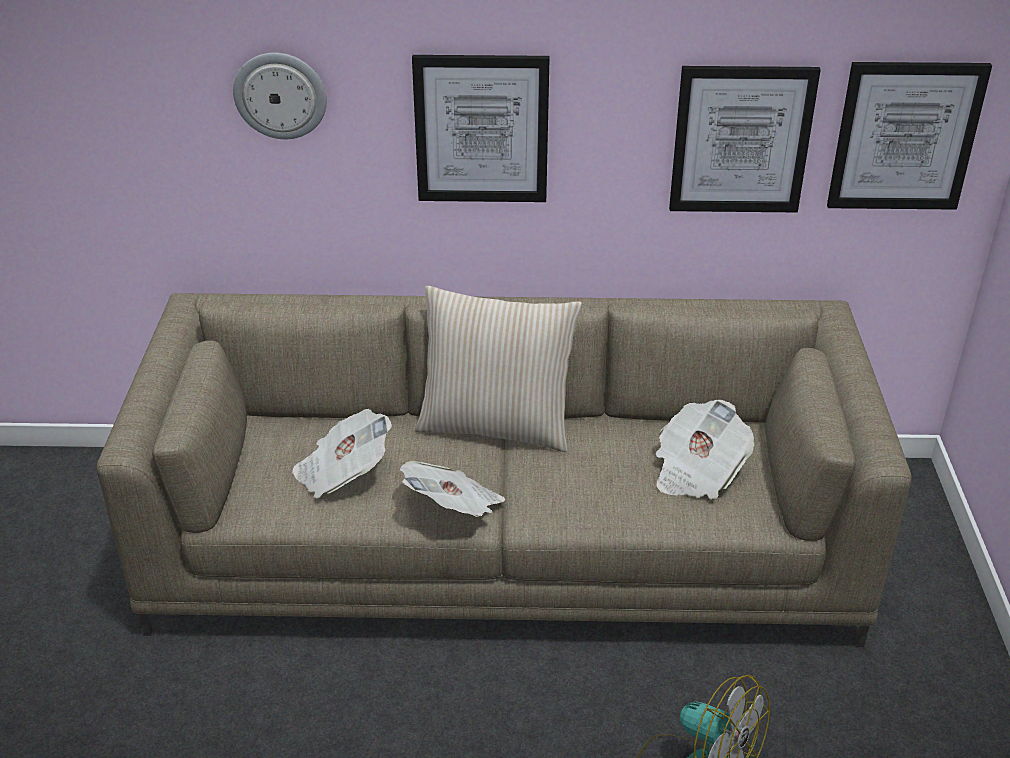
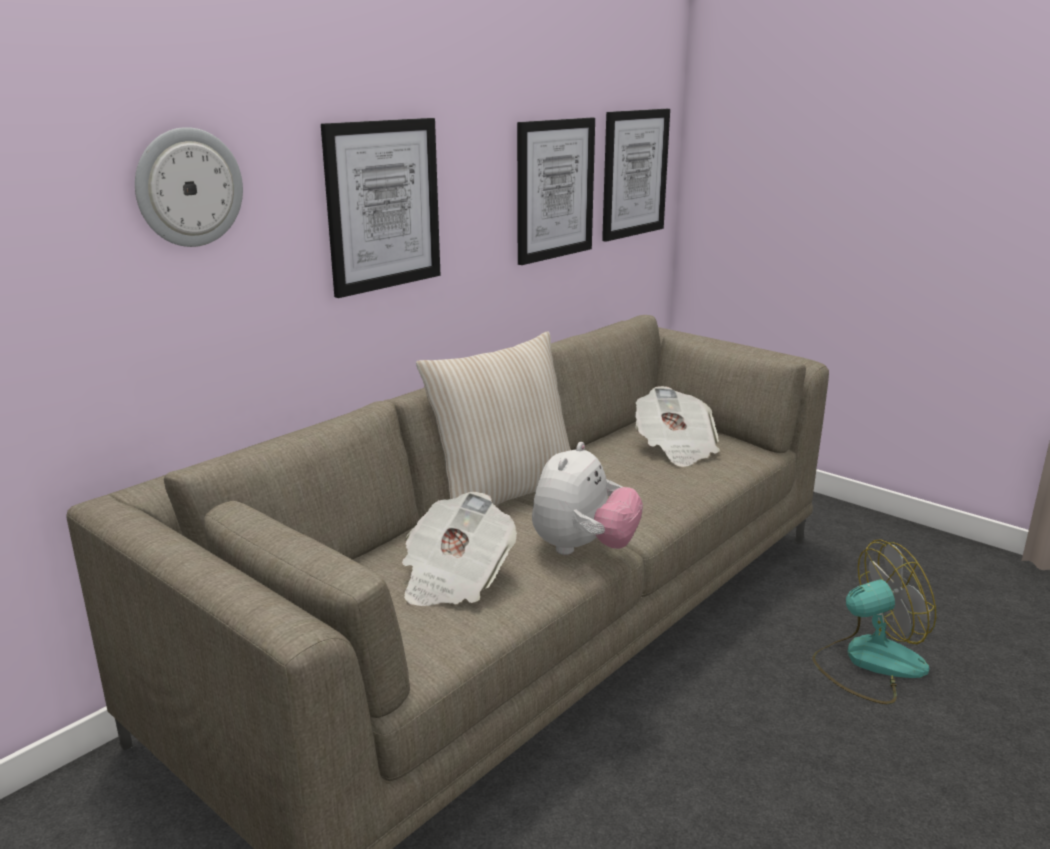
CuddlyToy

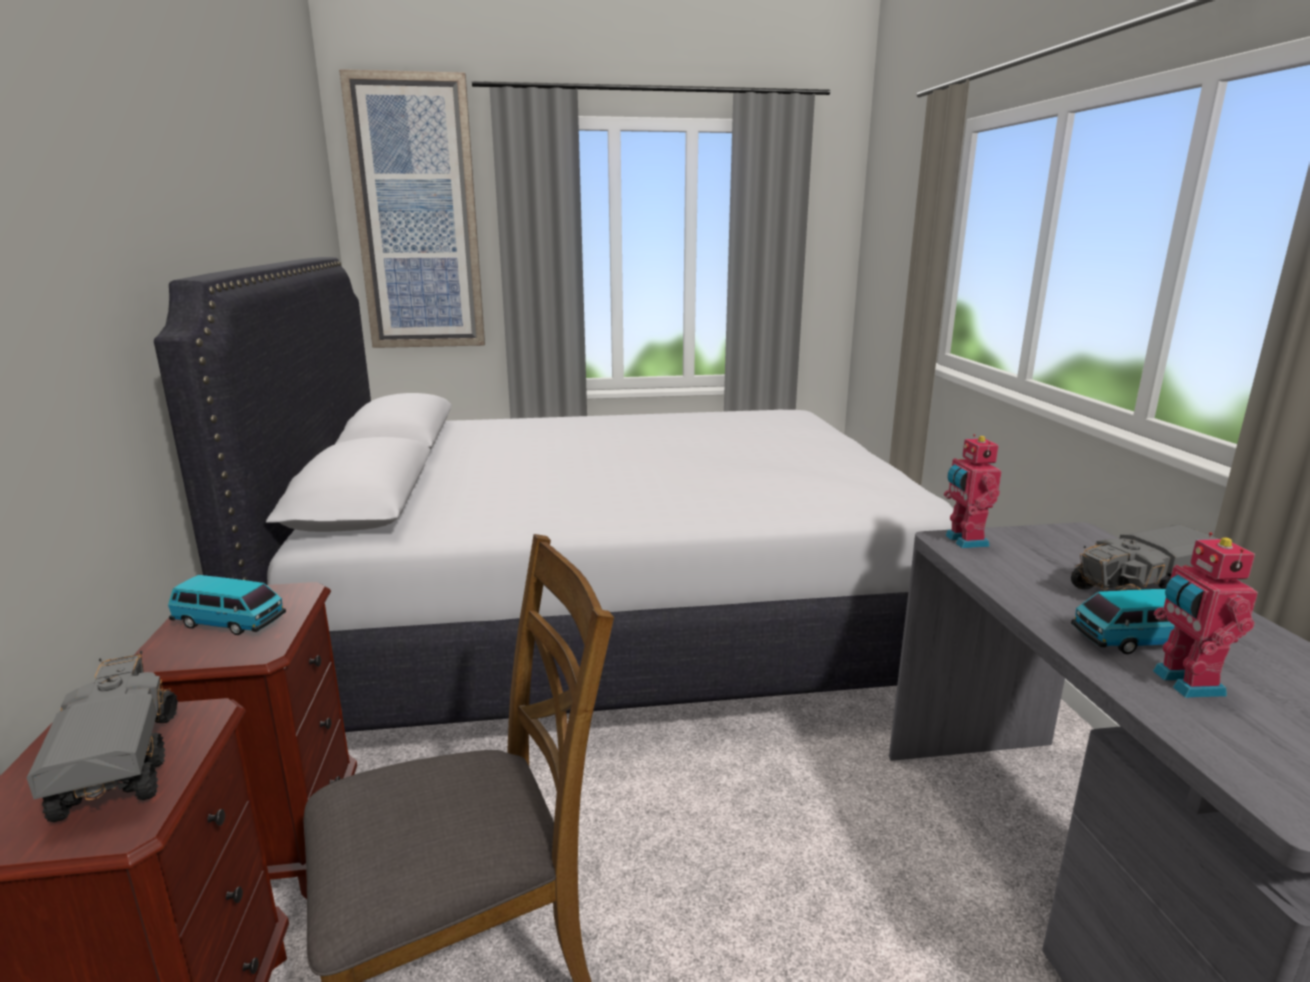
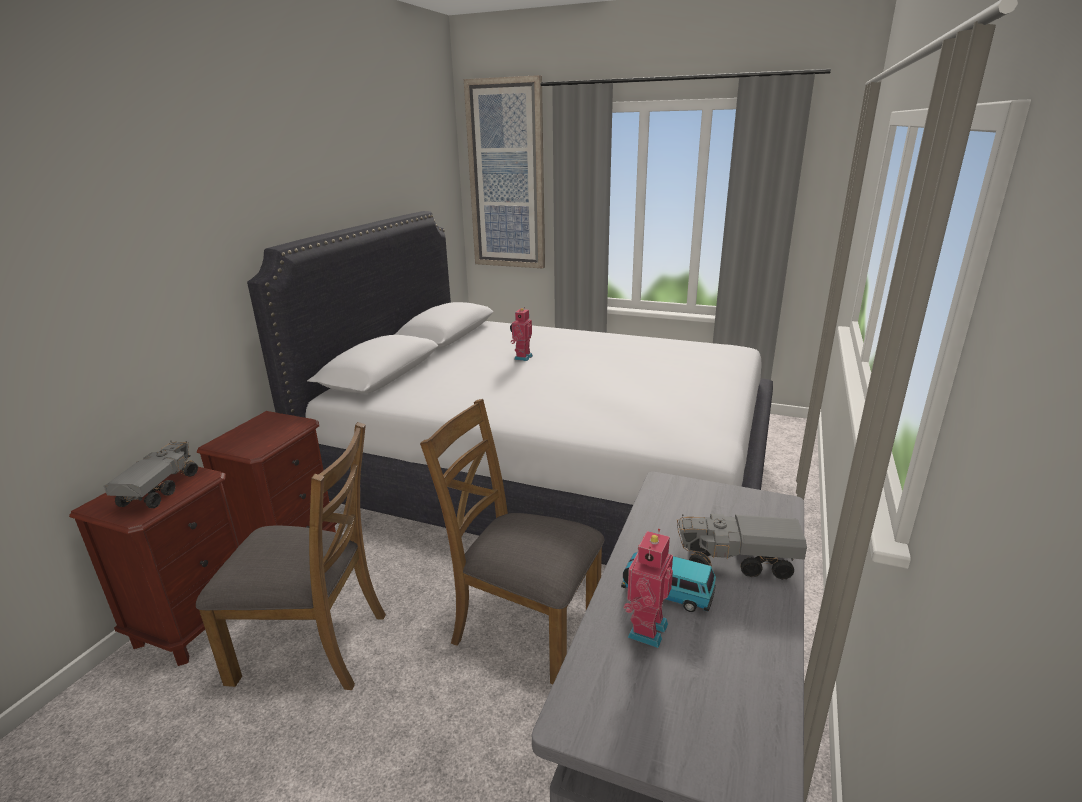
MiniatureCar (1st from left in the first image); ToyRobot (1st from left); BrownPlainChair (2nd from left)

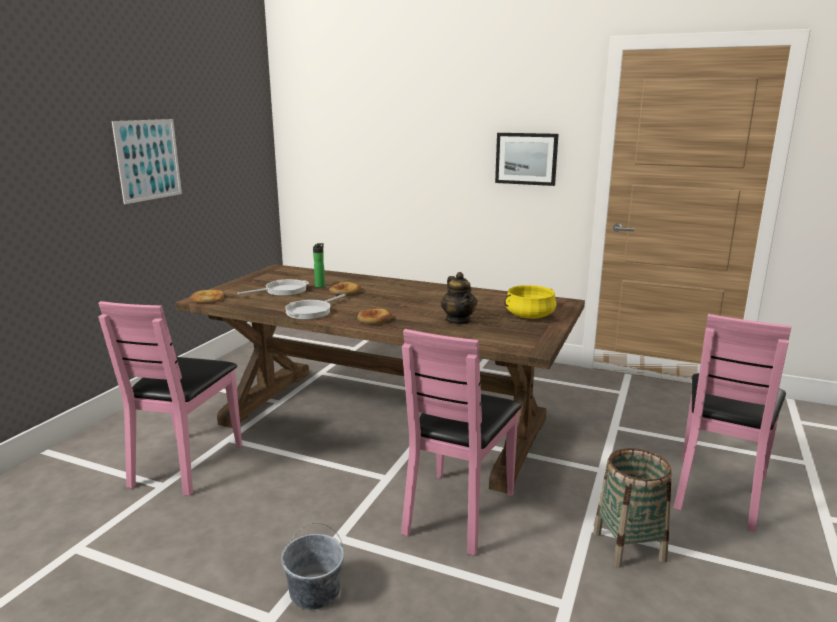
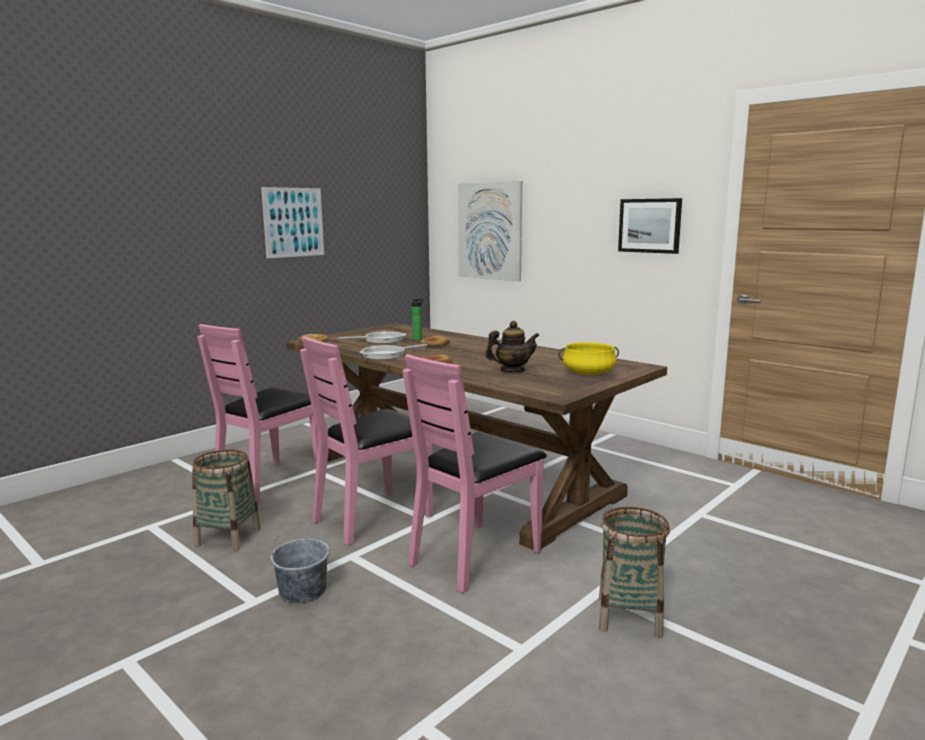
PotForTea; PinkColouredPlainChair (2nd from left); Basket (1st from left); WallPicture (2nd from left)

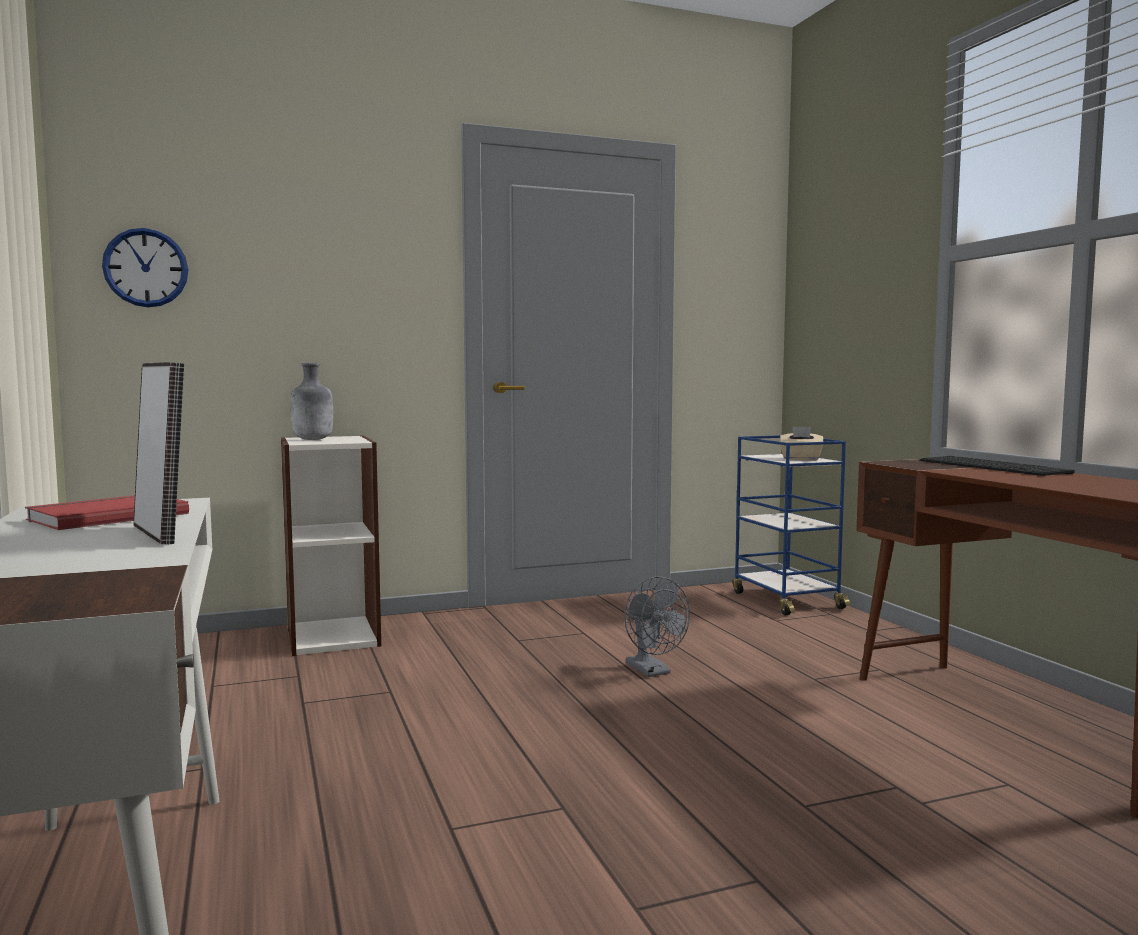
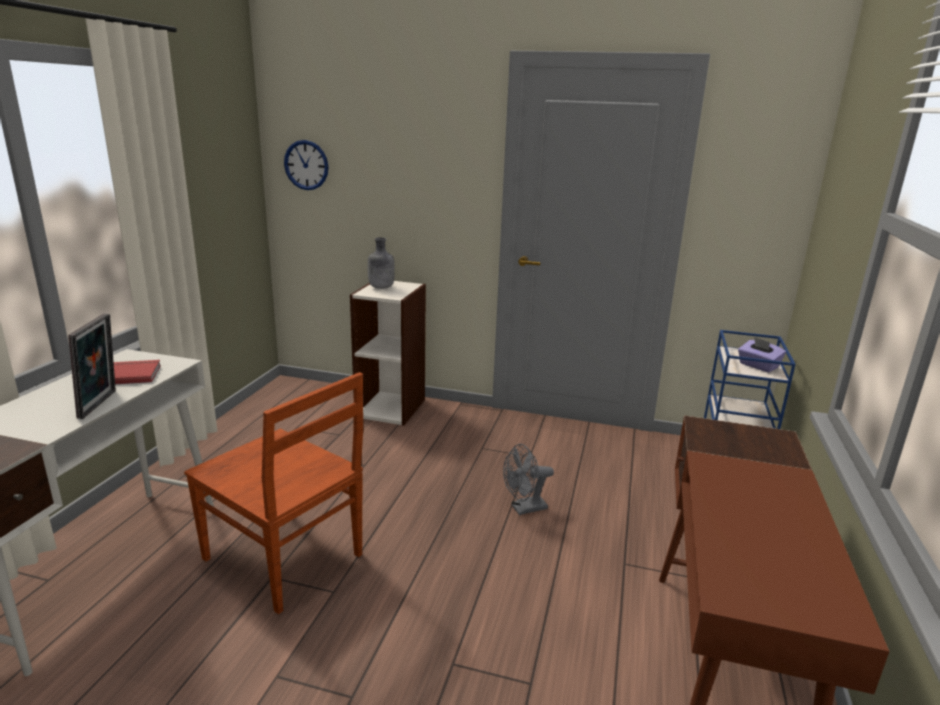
GreyishCoolingFan; PurplishTissueHolder; PcKeyboard; BrownPlainChair

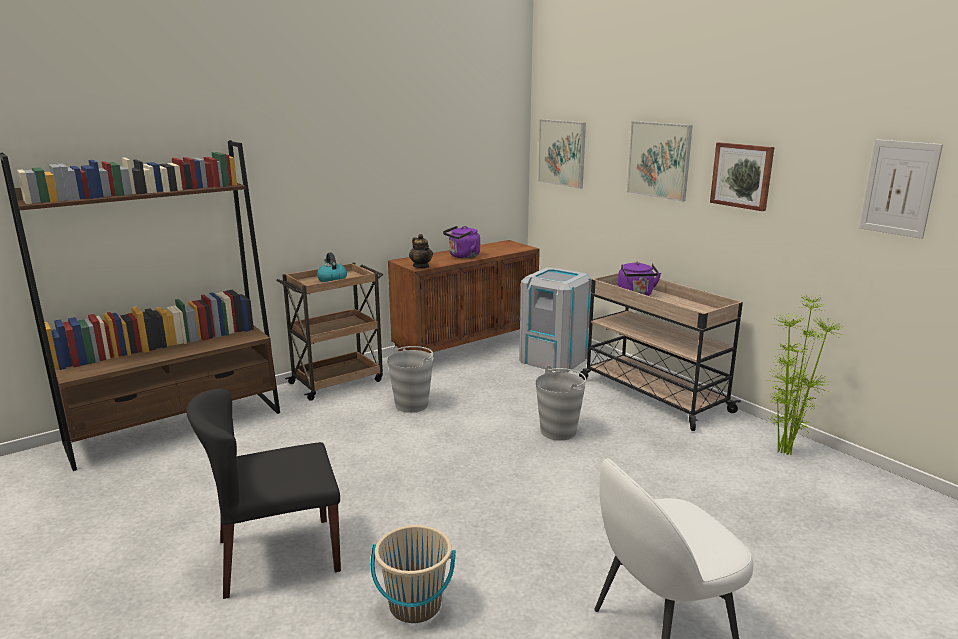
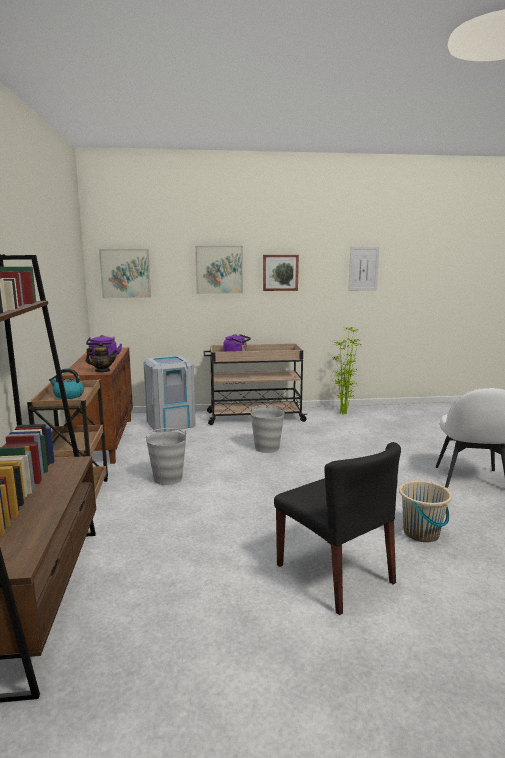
BlackPlainChair

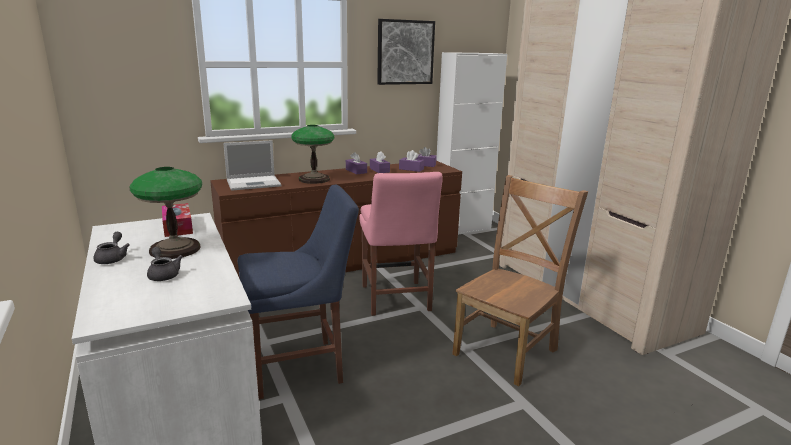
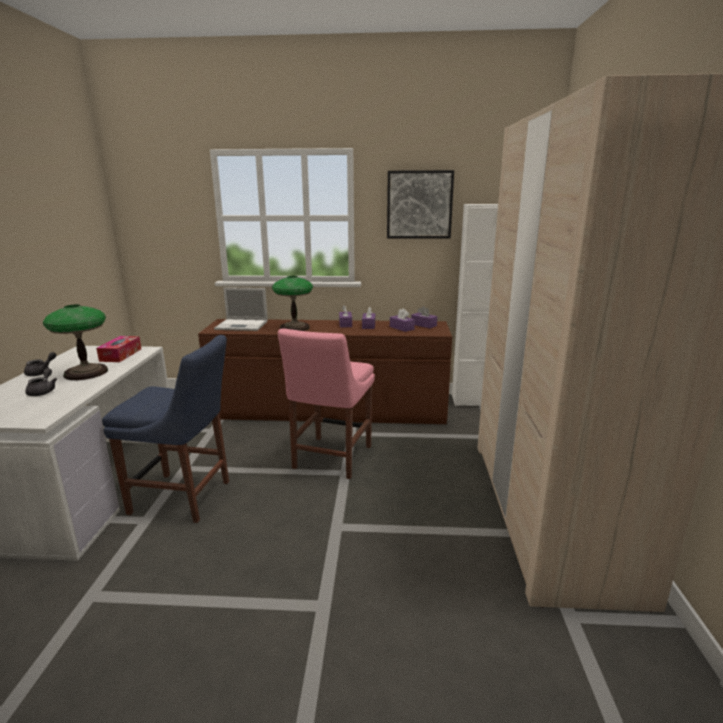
BrownPlainChair

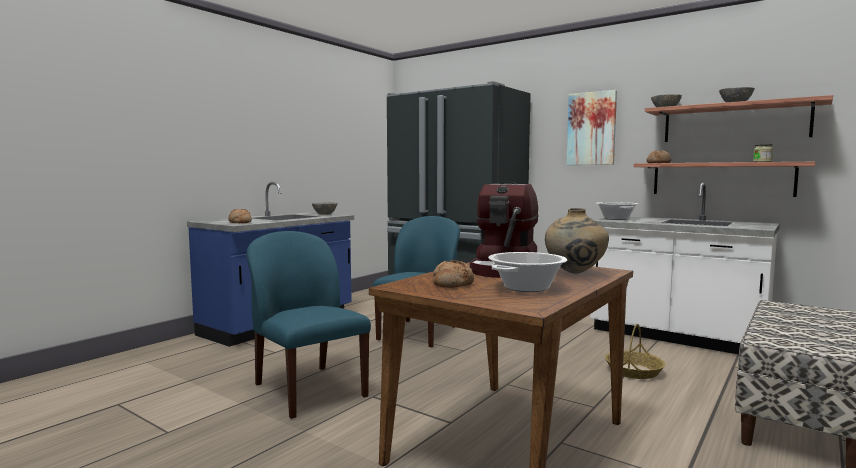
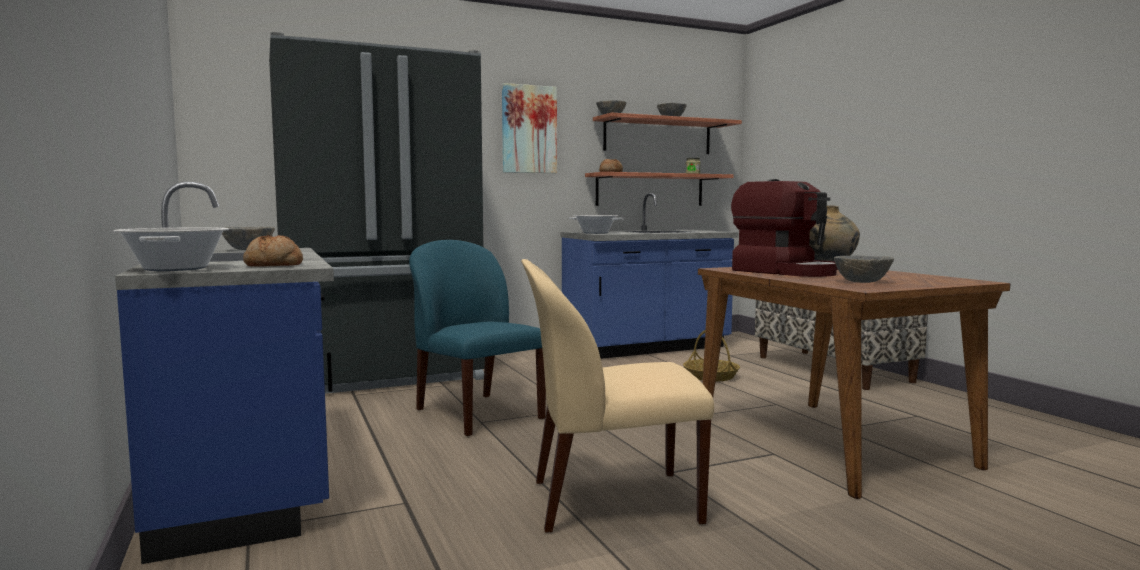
SandColouredPlainChair; GreyishServingBowl (4th from left); Stockpot (1st from left); BlueKitchenCounter (2nd from left)

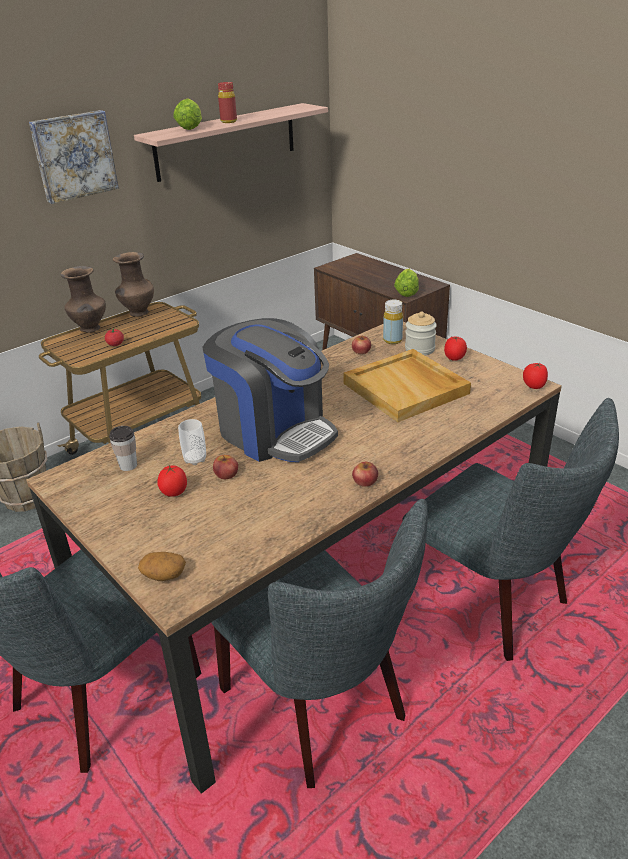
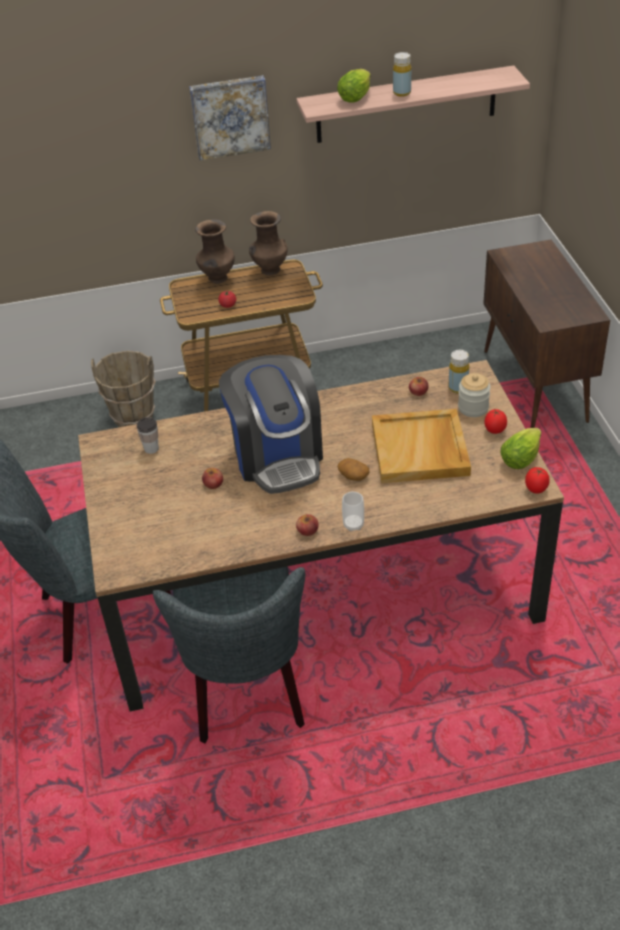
Spud; WholeTomato (2nd from left in the first image); SmallCup (2nd from left); YellowishBottle (1st from left); HeadOfLettuce (2nd from left); GreyishPlainChair (3rd from left in the first image)

